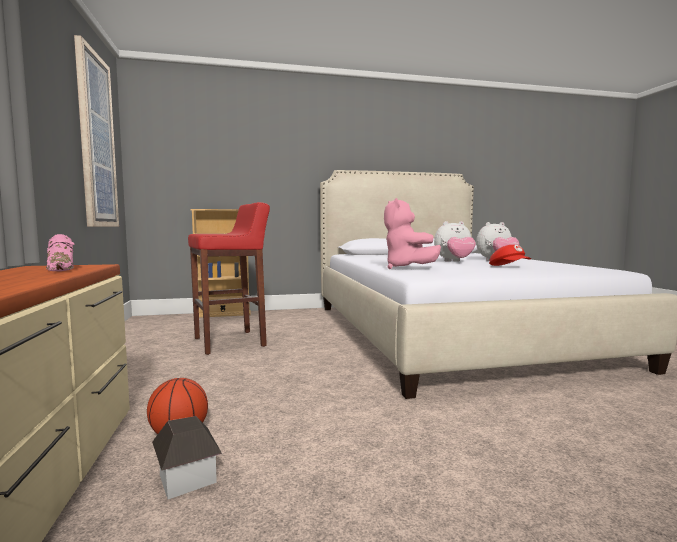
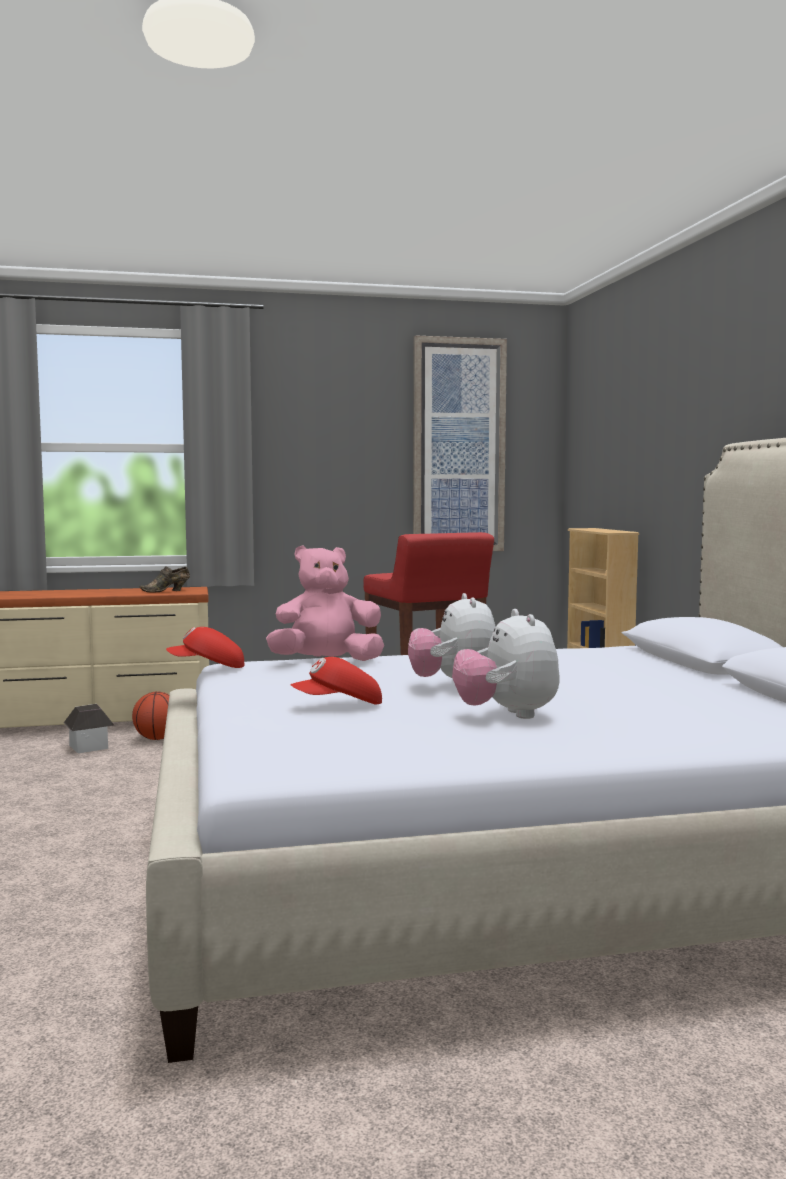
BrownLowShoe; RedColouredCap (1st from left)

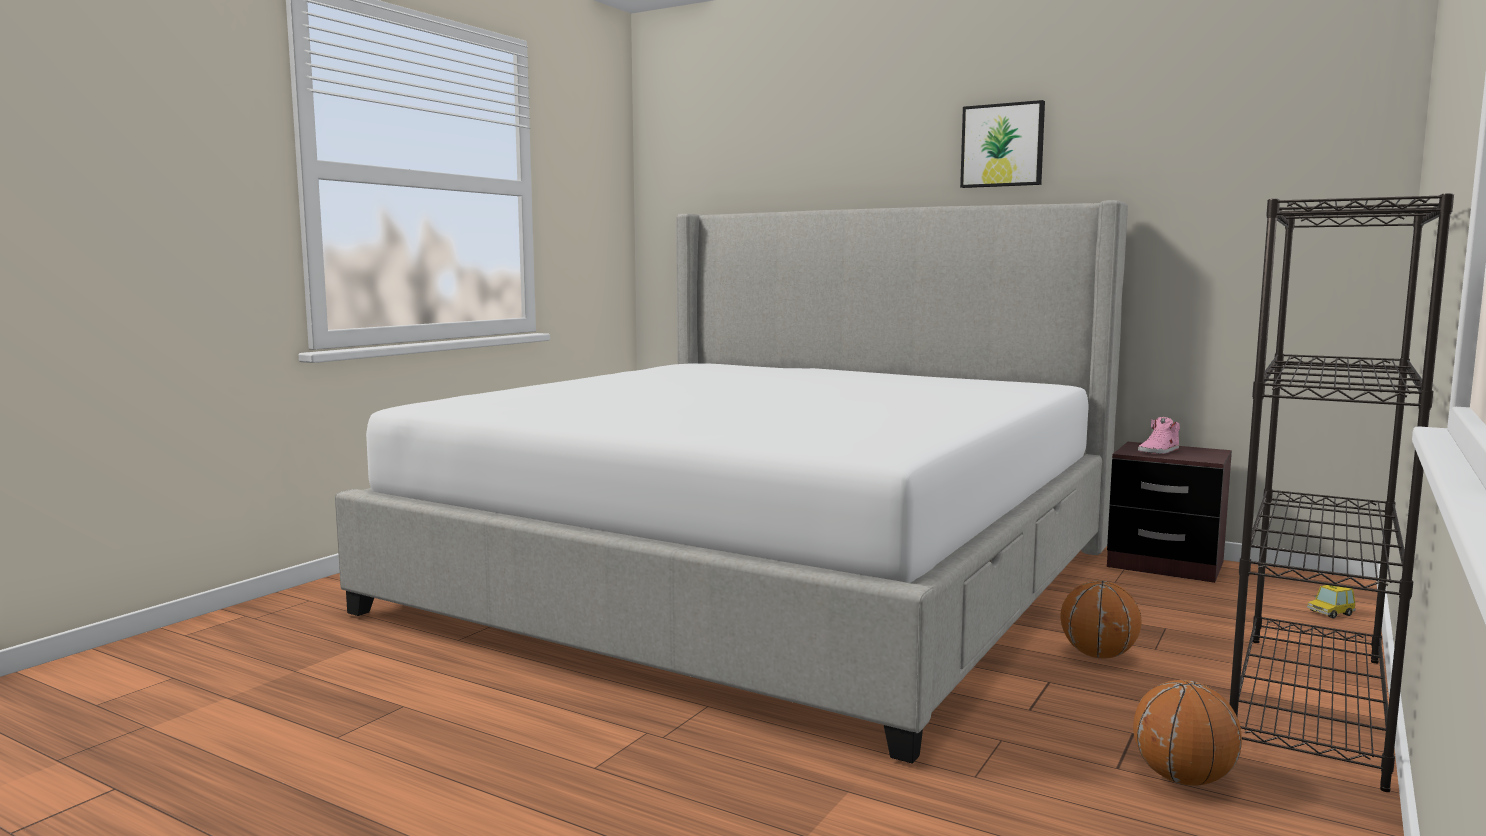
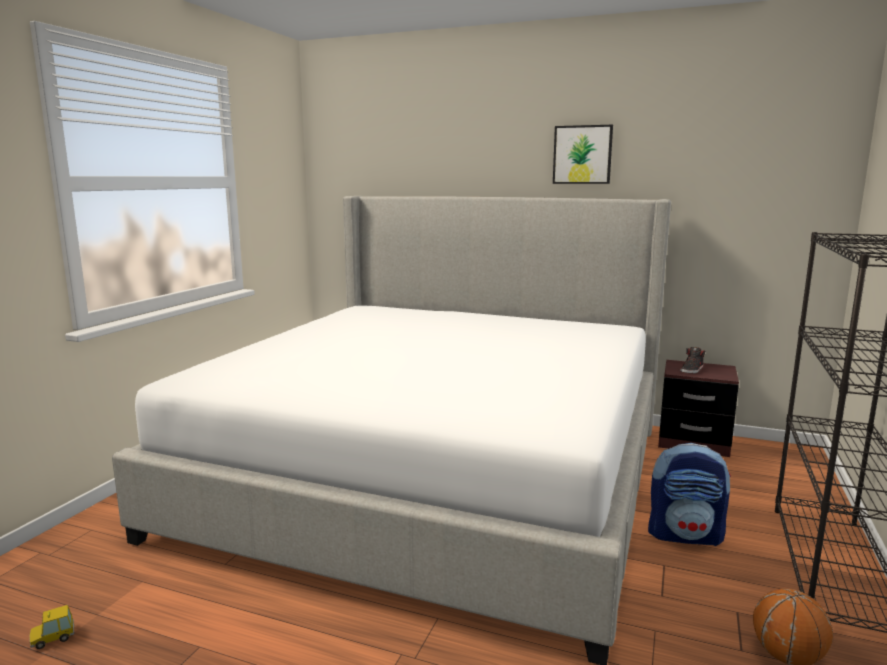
Rucksack; BlackLowShoe; MiniatureCar

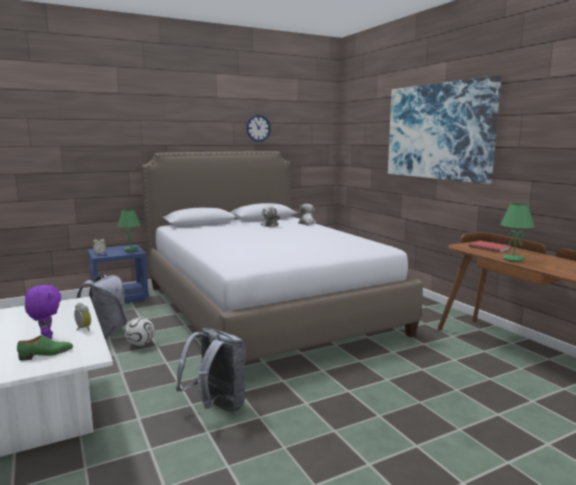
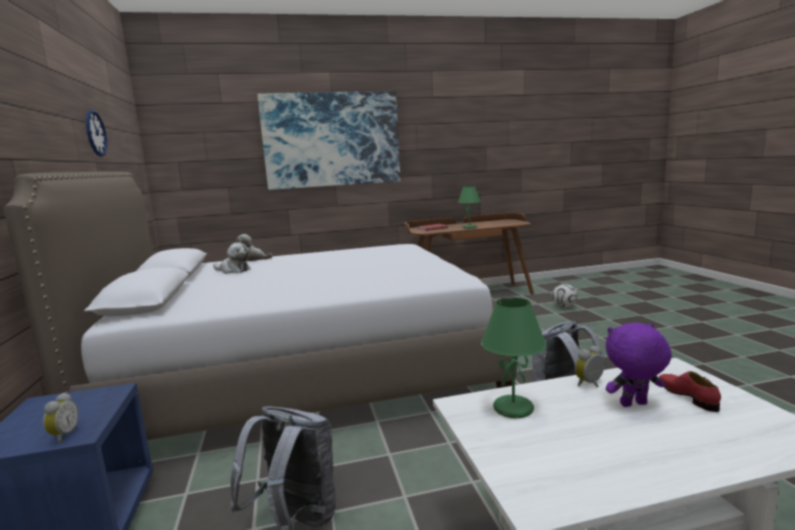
RedColouredLowShoe; GreenishTableLamp (2nd from left); BallForFootball

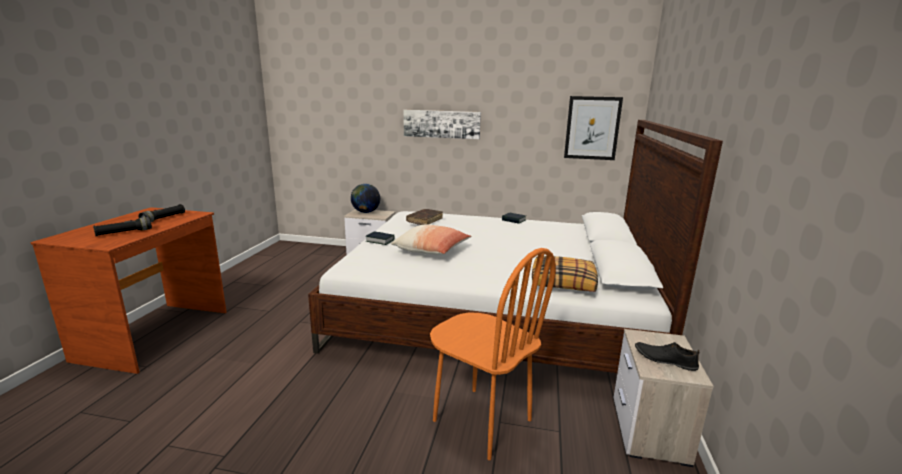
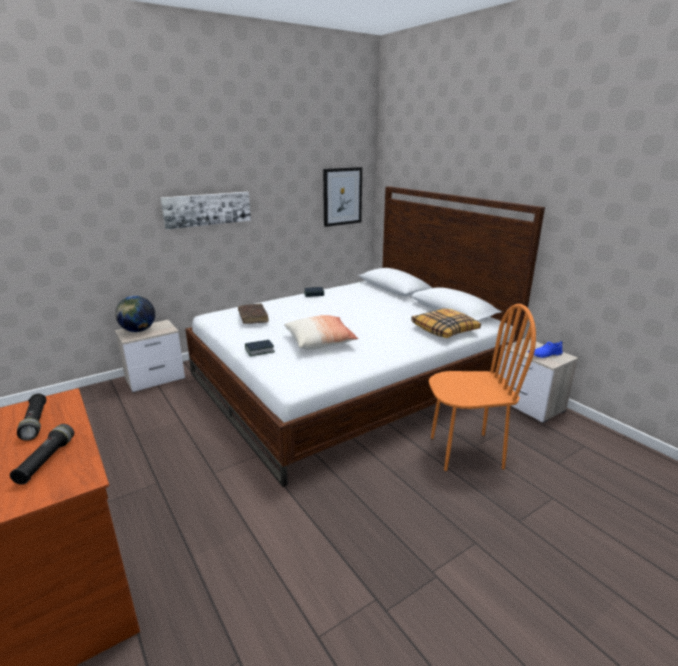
BlueLowShoe

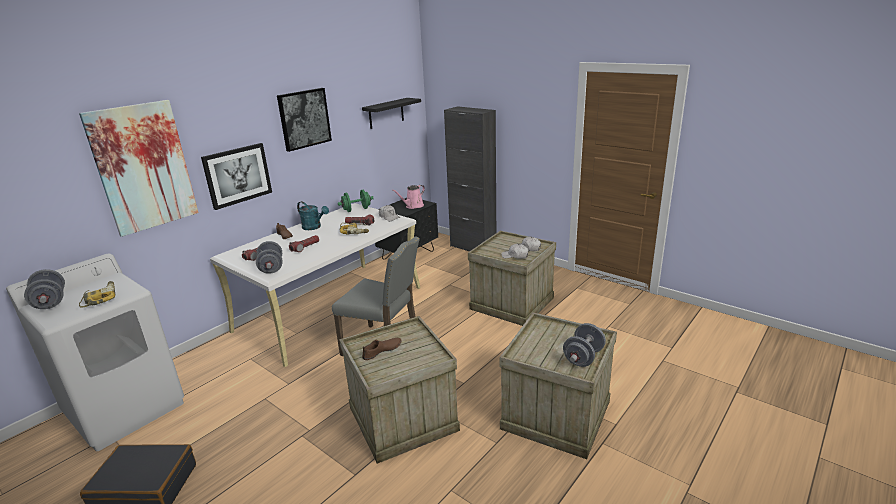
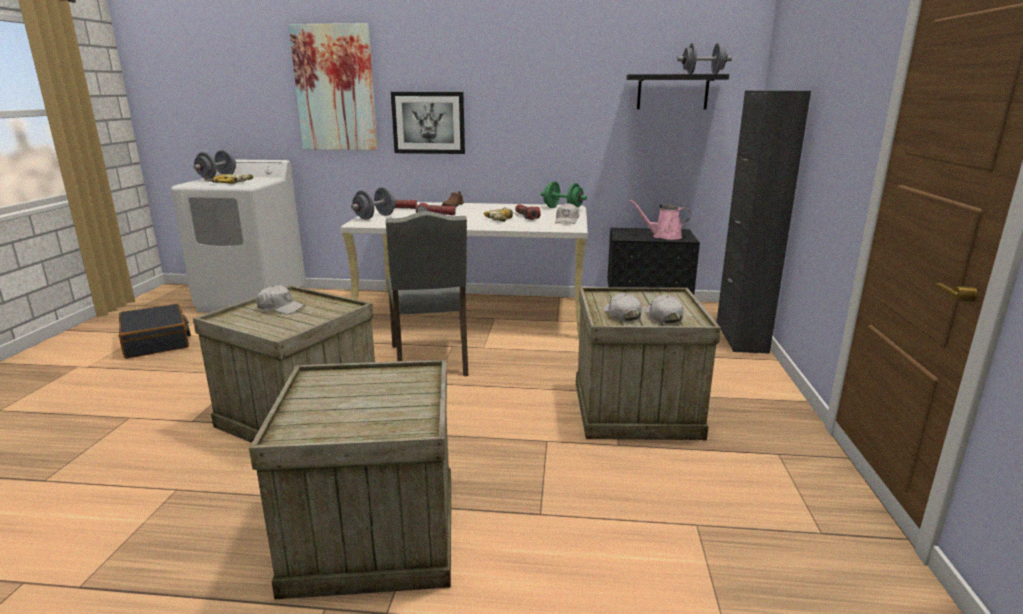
WallPicture (3rd from left in the first image); TurquoiseWateringPot; WhiteCap (1st from left); GreyishHandWeight (3rd from left)

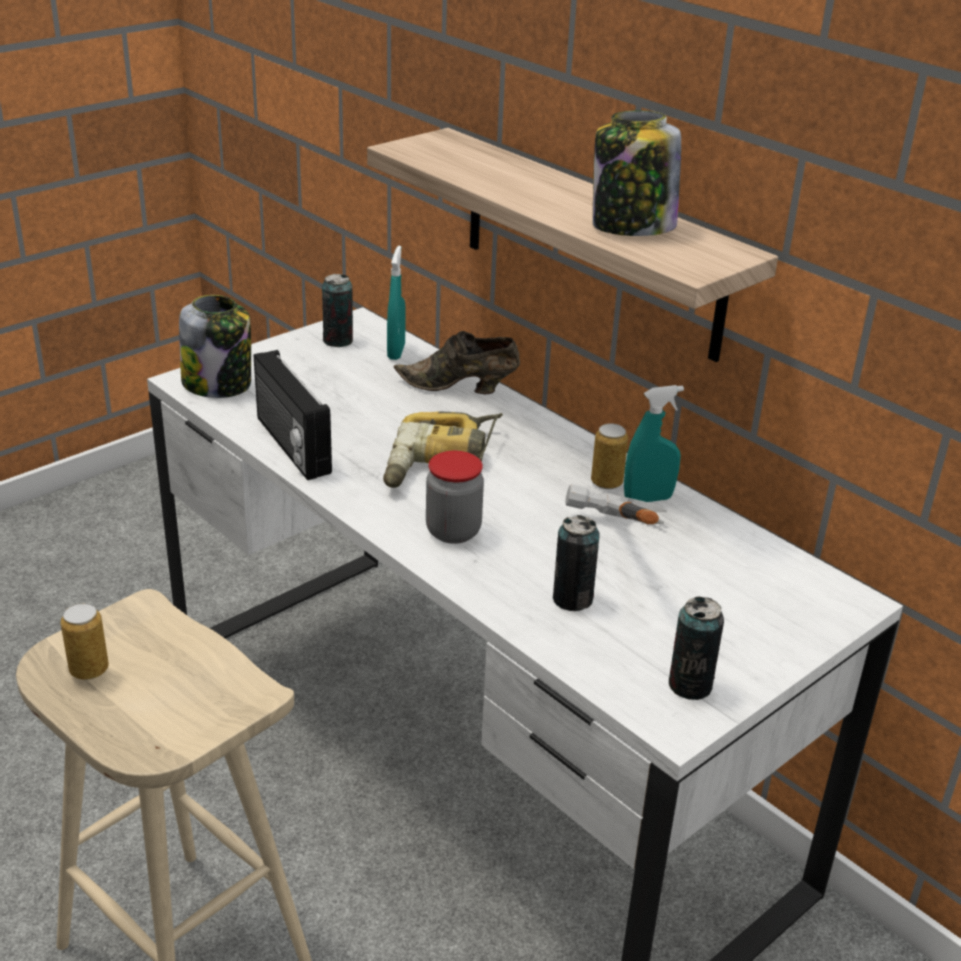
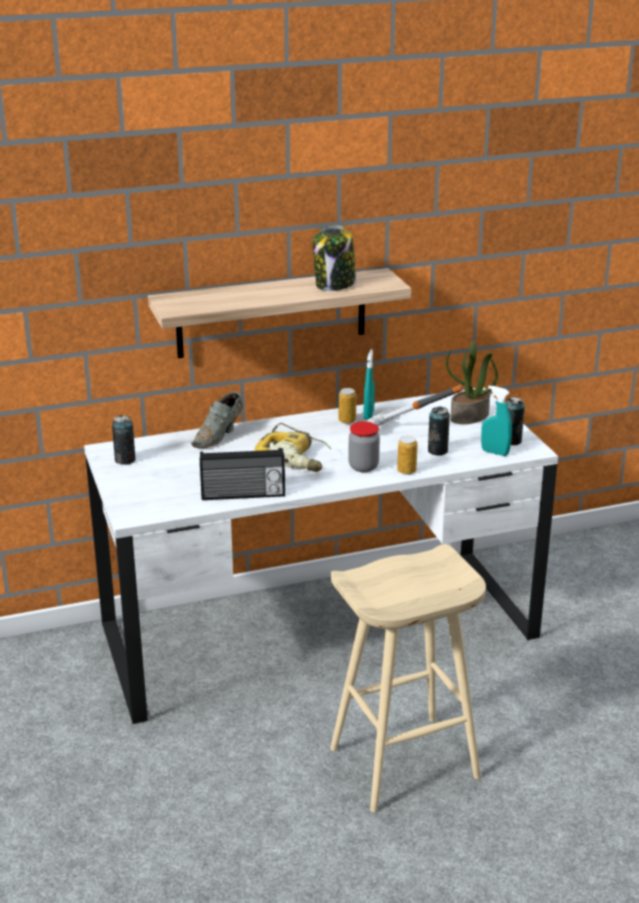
Can (3rd from left); Jar (1st from left in the first image); TurquoiseSprayBottle (2nd from left); GreyishLowShoe; Houseplant

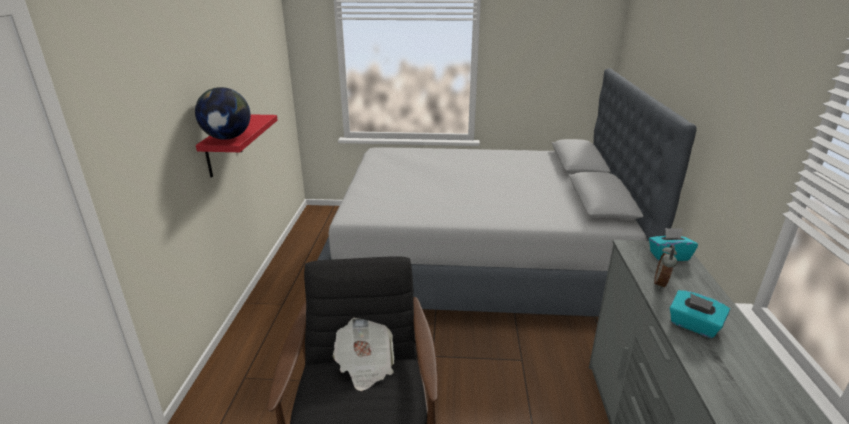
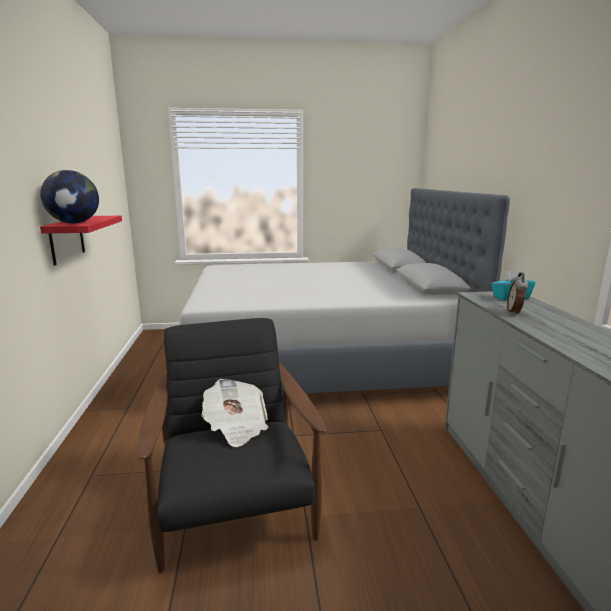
TurquoiseTissueHolder (2nd from left in the first image)

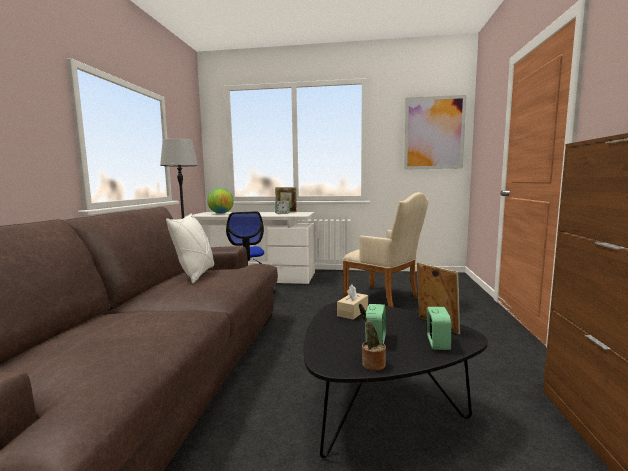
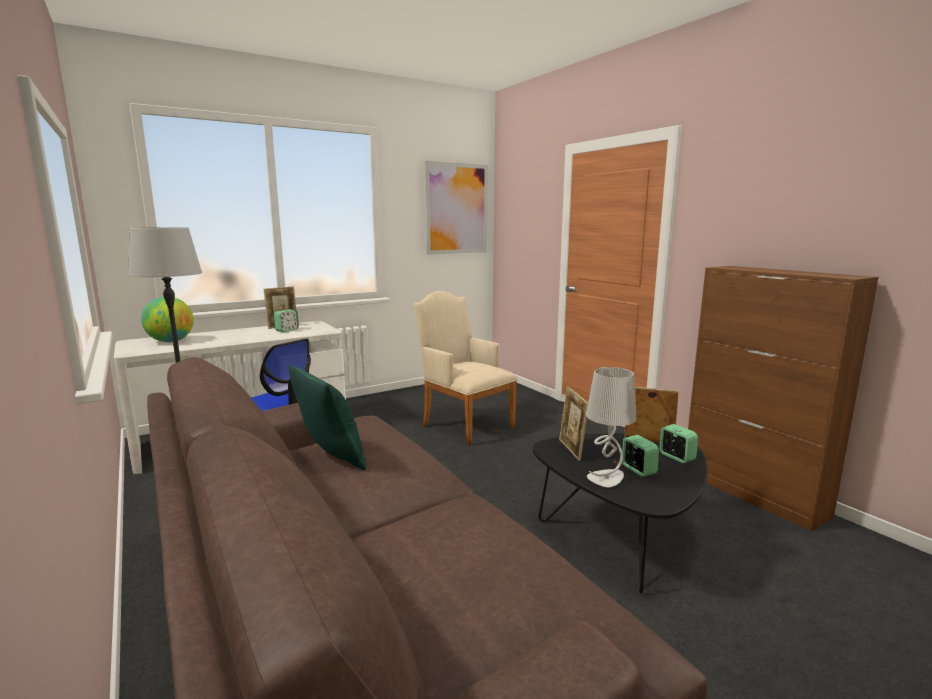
GreenishThrowPillow; PictureFrame (2nd from left); SandColouredArmchair; Houseplant; GreyishTableLamp

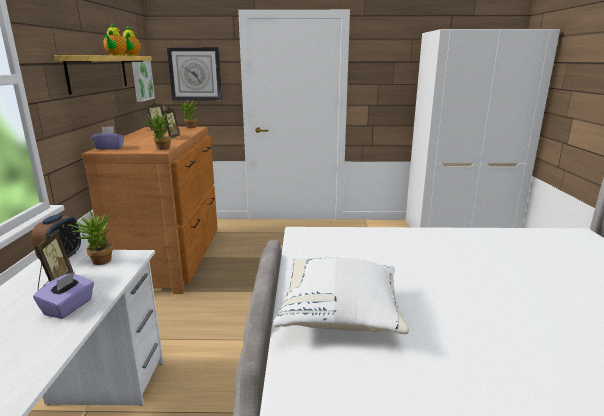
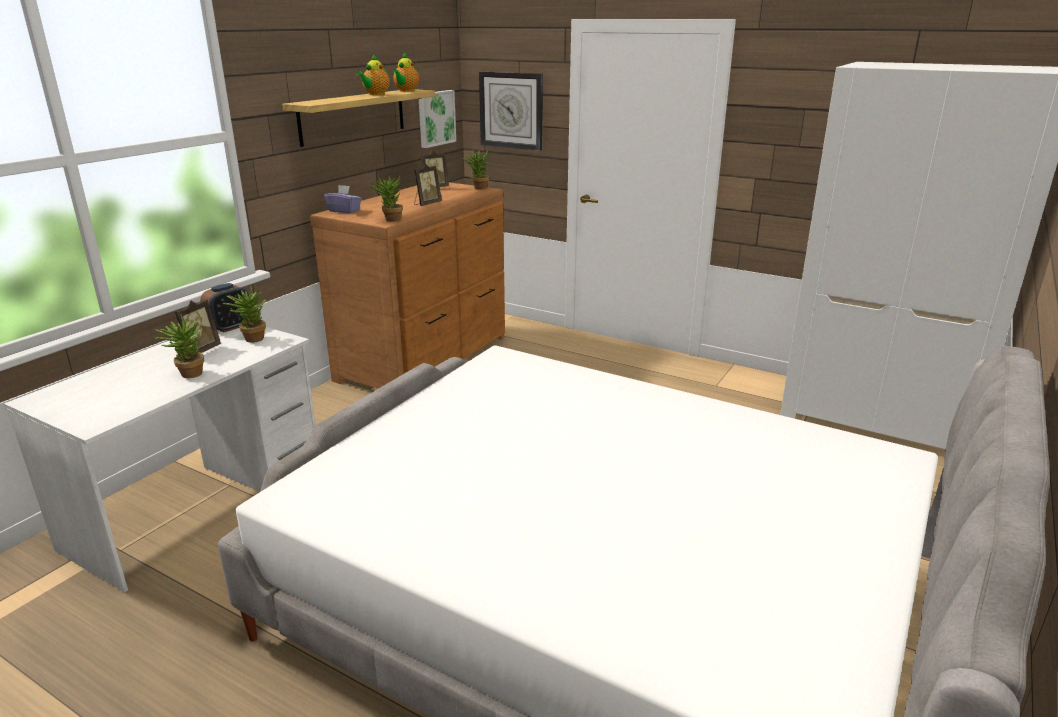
Houseplant (1st from left); WhiteThrowPillow

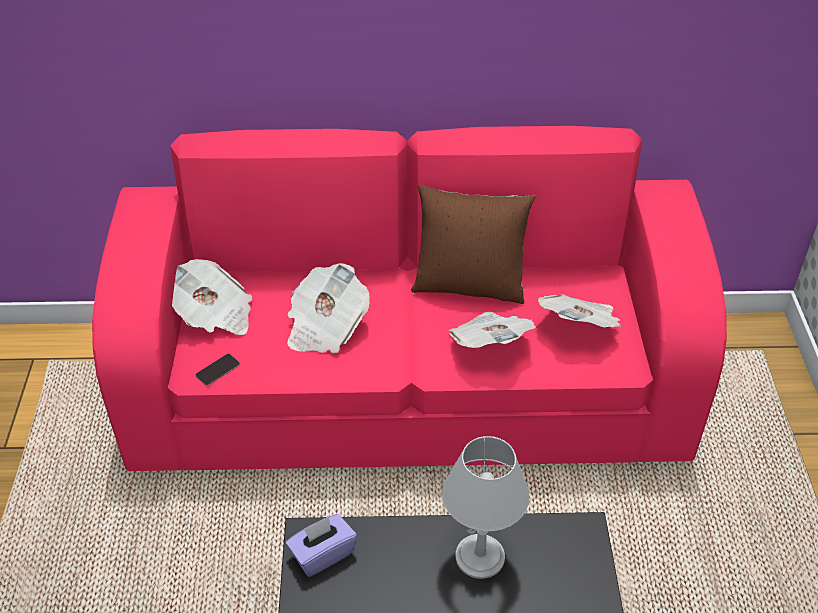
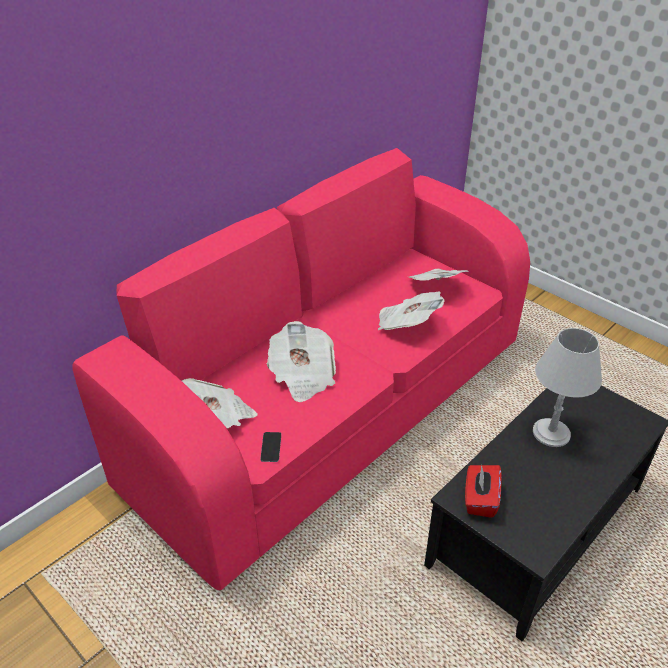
RedColouredTissueHolder; BrownThrowPillow

